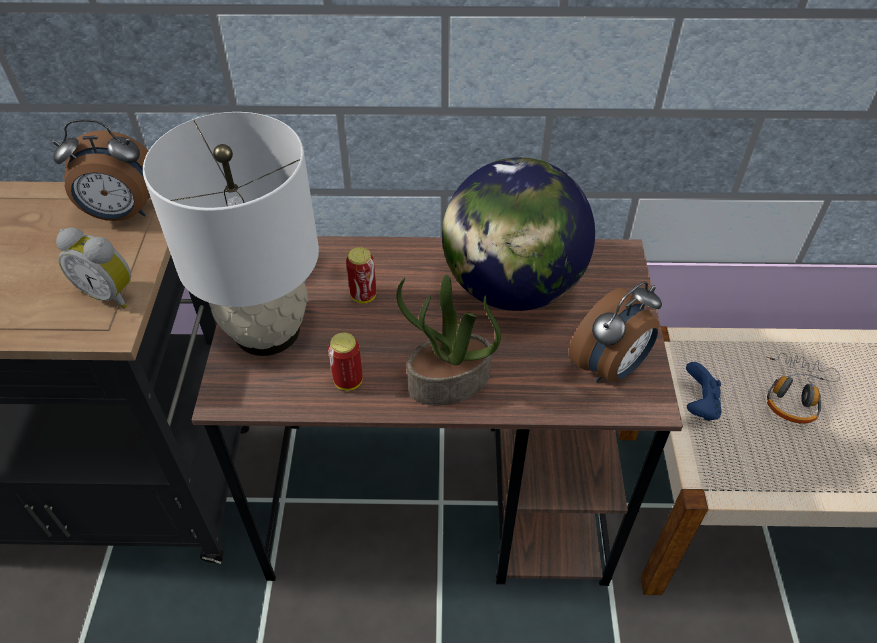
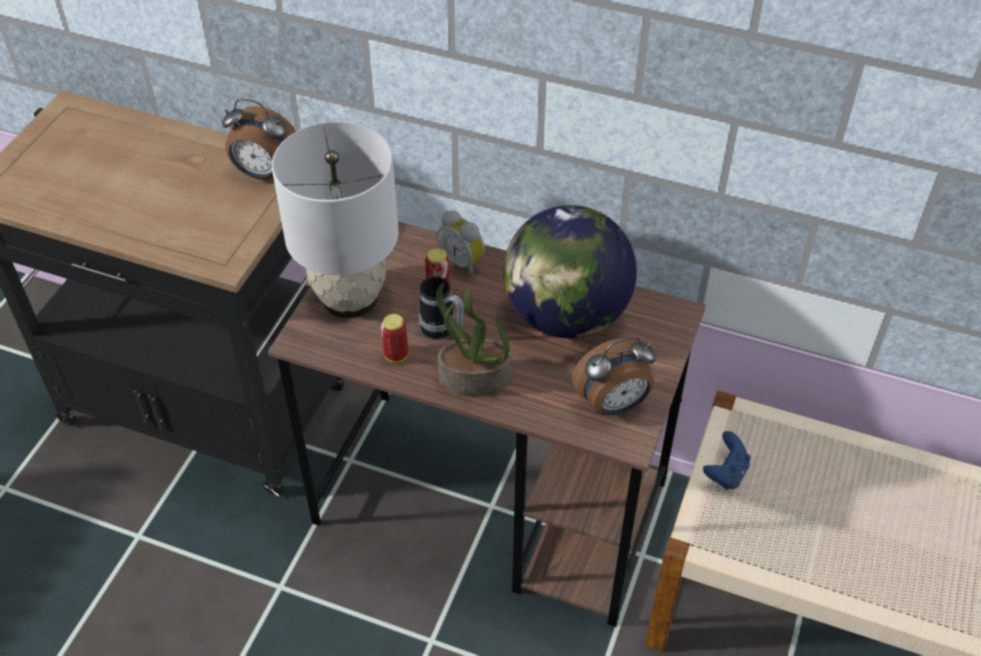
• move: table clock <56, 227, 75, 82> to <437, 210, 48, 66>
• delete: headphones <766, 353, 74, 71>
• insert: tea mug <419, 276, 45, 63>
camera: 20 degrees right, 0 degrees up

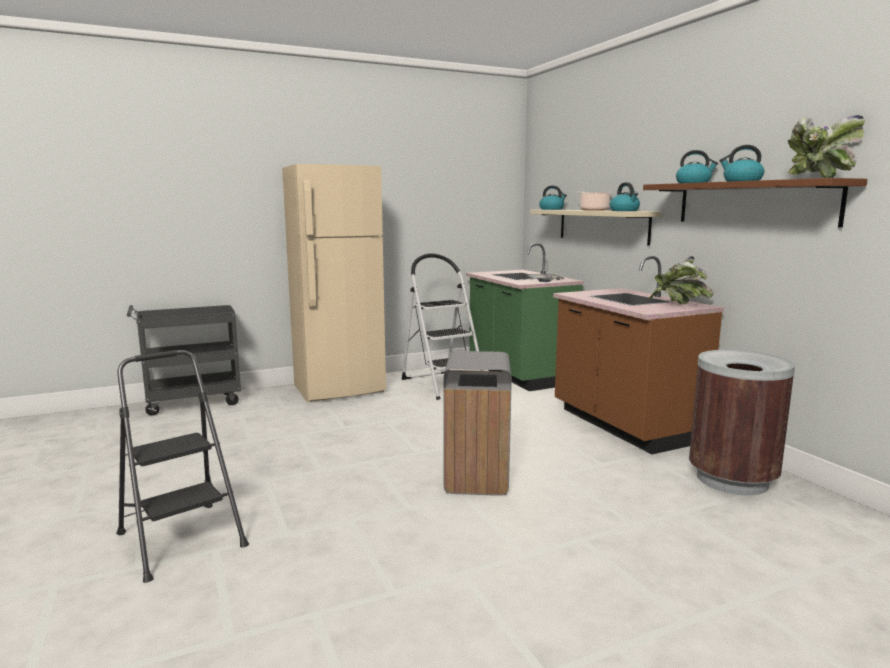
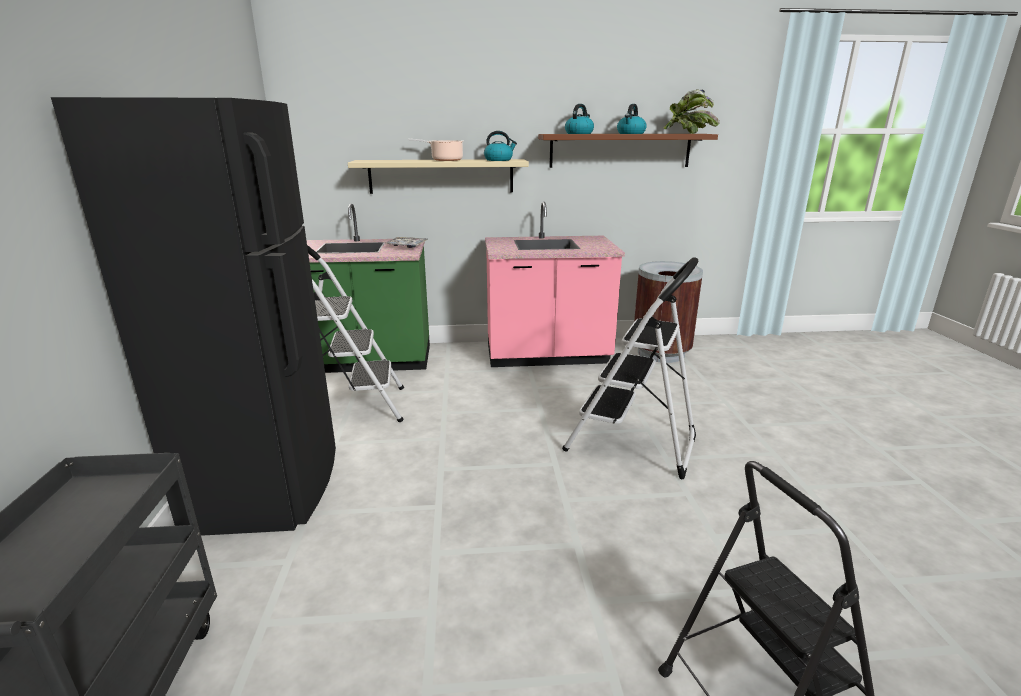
• recolor: beige kitchen fridge <282, 164, 104, 238> to blackish kitchen fridge <51, 97, 285, 439>
• delete: tea kettle <539, 186, 28, 24>
• recolor: brown counter <553, 256, 171, 198> to pink counter <485, 202, 140, 165>
• delete: houseplant <648, 256, 66, 48>
• replace: gray waste bin <443, 351, 69, 145> to step stool <562, 257, 136, 222>
camera: 70 degrees left, 10 degrees up

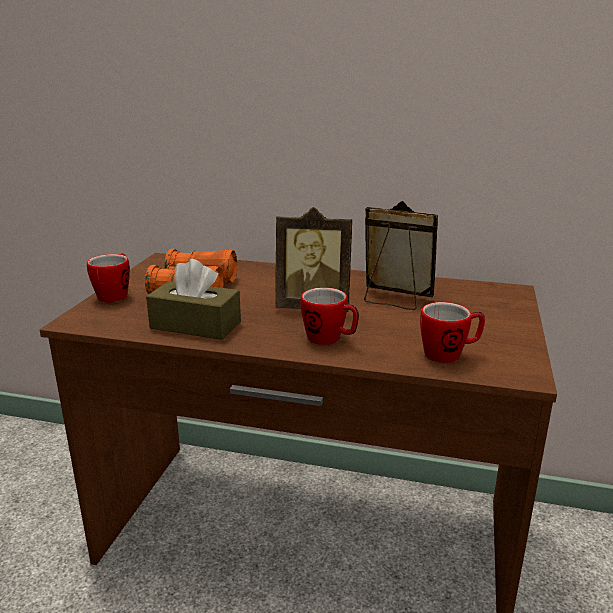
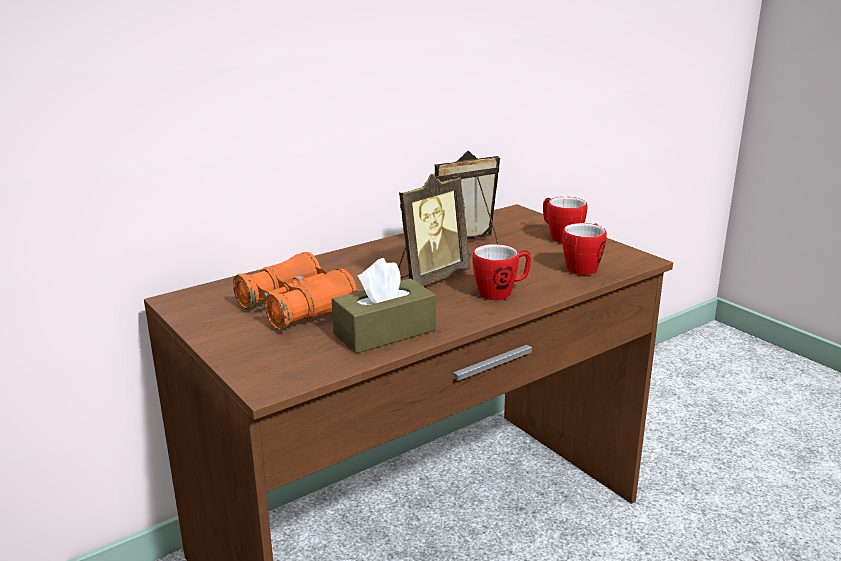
• move: tea mug <87, 253, 43, 50> to <543, 197, 44, 46>
camera: 50 degrees left, 0 degrees up

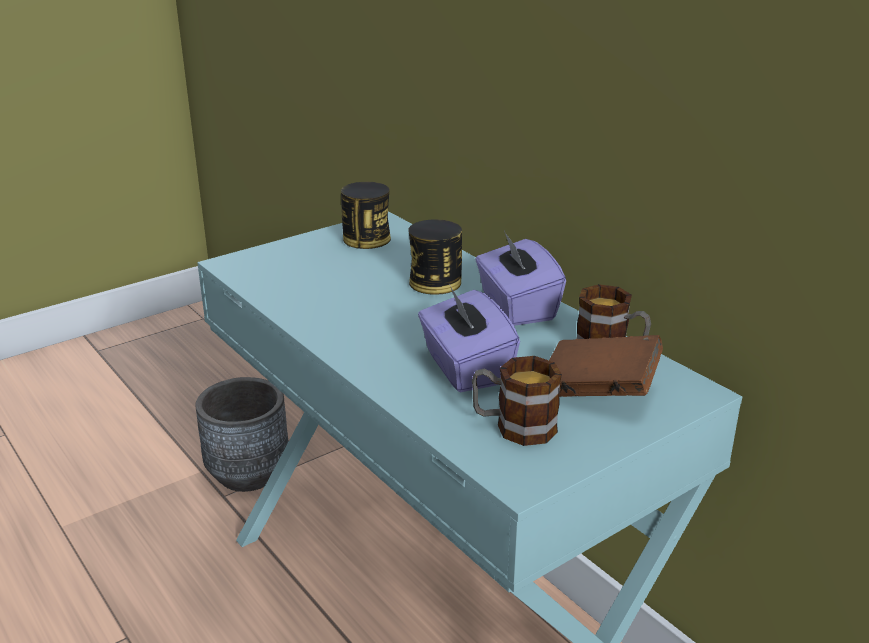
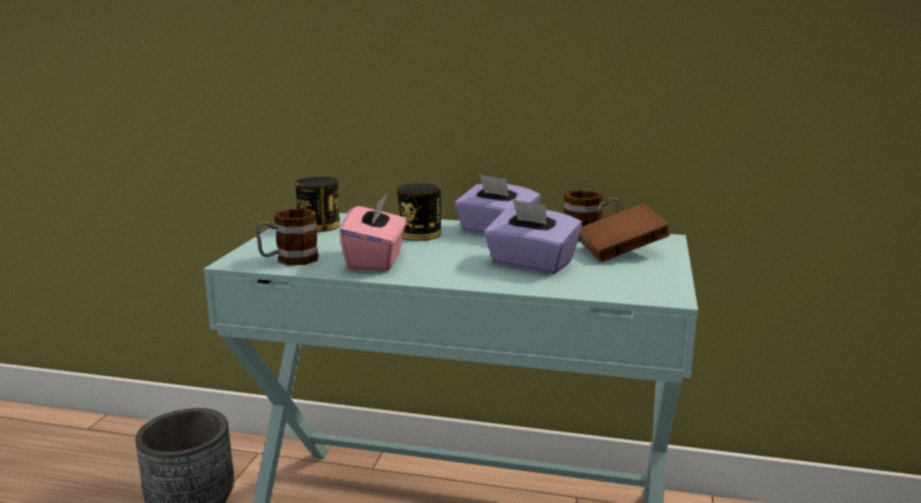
• move: tea mug <472, 356, 90, 90> to <256, 209, 63, 56>
• insert: pink tissue holder <339, 193, 68, 78>
camera: 40 degrees left, 10 degrees down

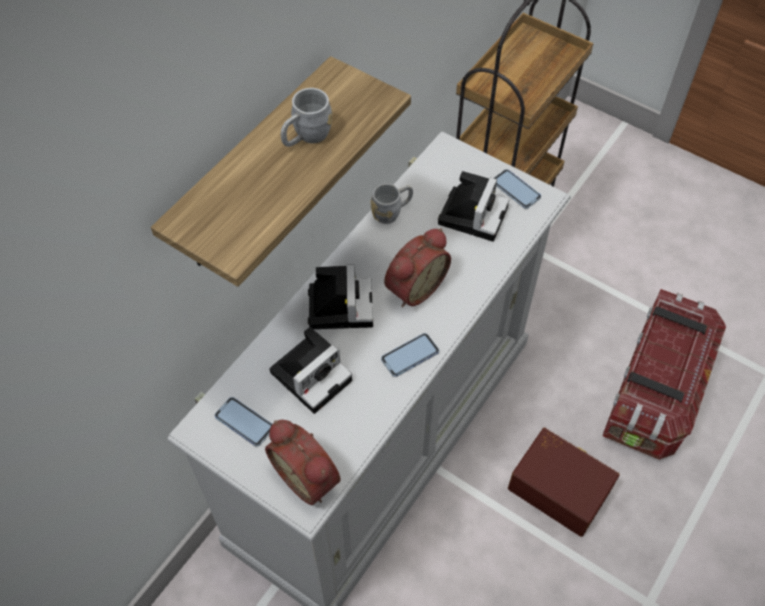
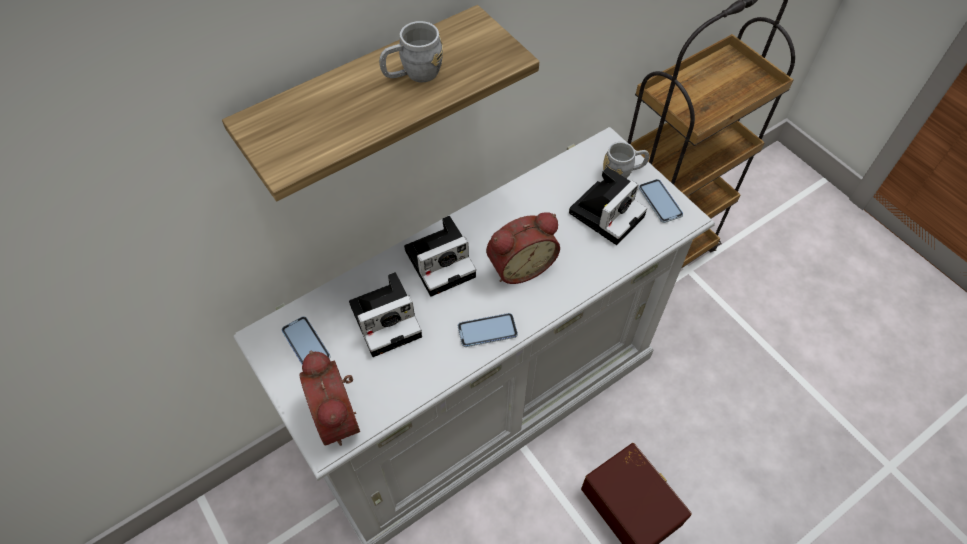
• move: gray tea mug <371, 184, 42, 40> to <603, 142, 47, 37>
• rotate: photo camera <308, 264, 65, 65> = <404, 216, 72, 81> 45 degrees clockwise
• delete: storage box <603, 289, 123, 171>
camera: 20 degrees right, 0 degrees up

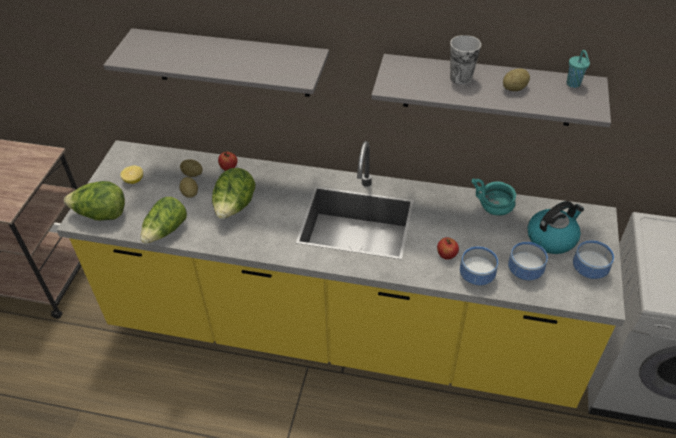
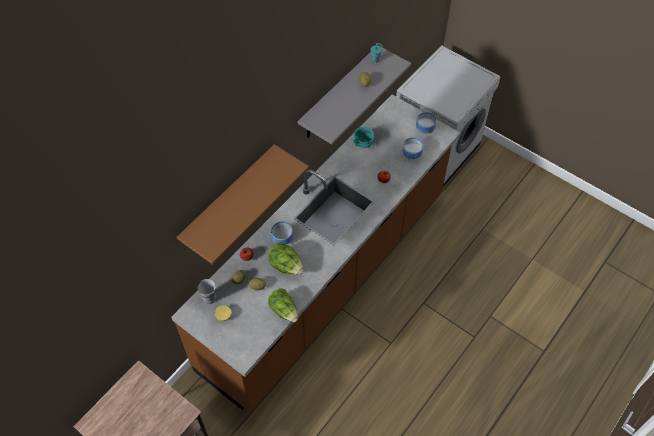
• recolor: gray bracket shelf <103, 28, 226, 69> to brown bracket shelf <177, 144, 132, 121>
• move: drinking cup <450, 35, 31, 50> to <198, 279, 18, 25>
• recolor: yellowish counter <57, 140, 568, 268> to brown counter <171, 94, 289, 319>
• delete: lettuce <64, 181, 61, 40>
• delete: tea kettle <527, 201, 57, 53>
• move: bowl <460, 246, 38, 39> to <271, 221, 22, 23>
camera: 65 degrees left, 10 degrees up

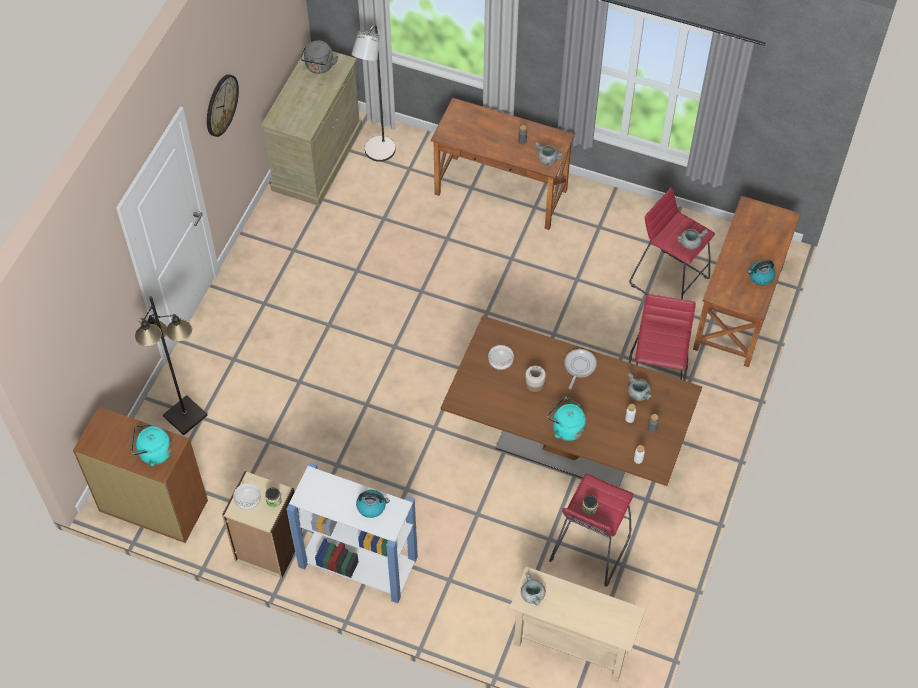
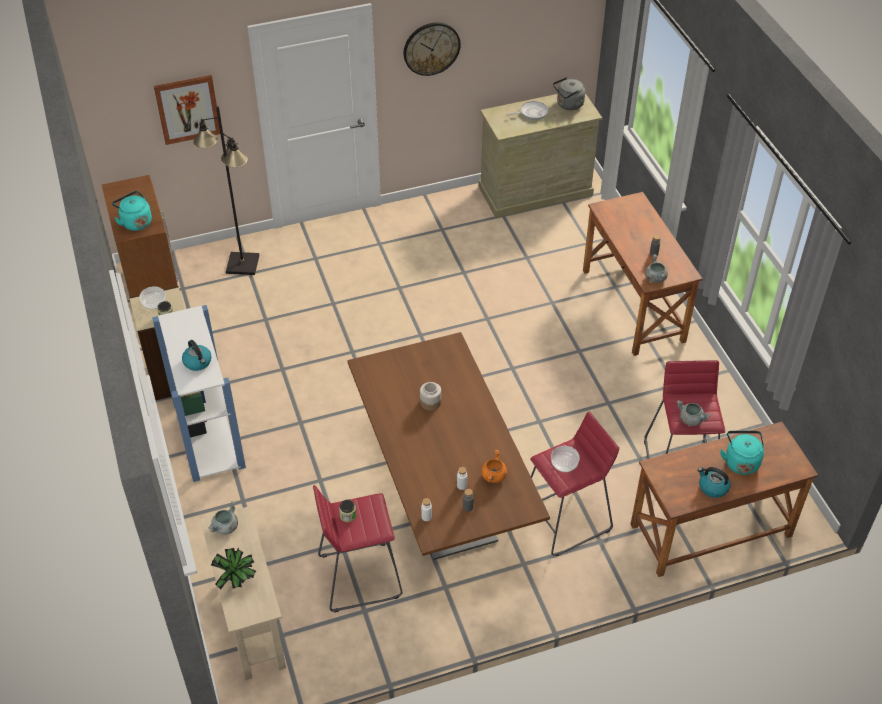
• delete: gray floor lamp <352, 25, 43, 137>
• move: bowl <488, 345, 26, 25> to <551, 446, 29, 26>
• move: frying pan <564, 349, 33, 41> to <507, 101, 42, 19>
• recolor: gray cooking pot <628, 373, 23, 28> to orange-coloured cooking pot <482, 450, 25, 33>
• move: turquoise-coloured tea kettle <547, 397, 39, 44> to <720, 431, 44, 44>
• insert: picture <154, 75, 66, 70>
• insert: houseplant <211, 548, 45, 42>
camera: 50 degrees right, 10 degrees down

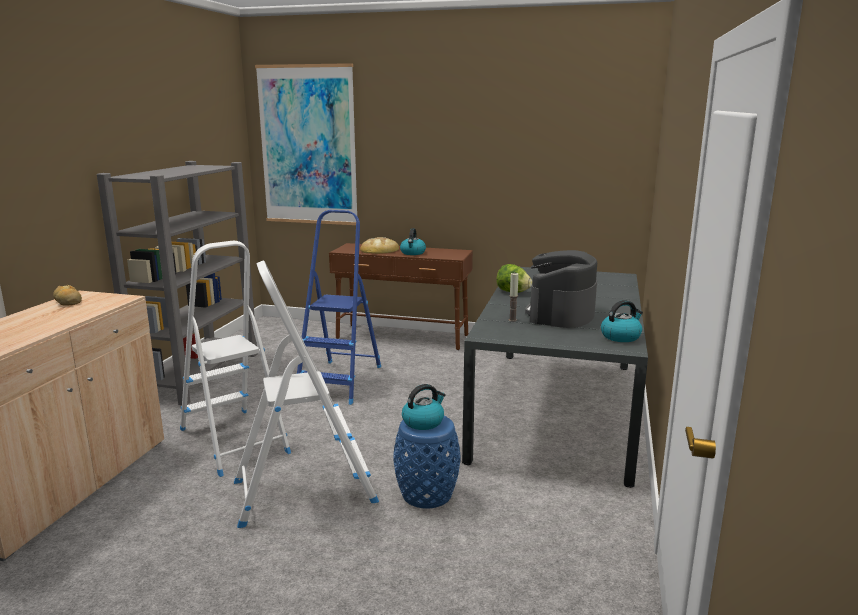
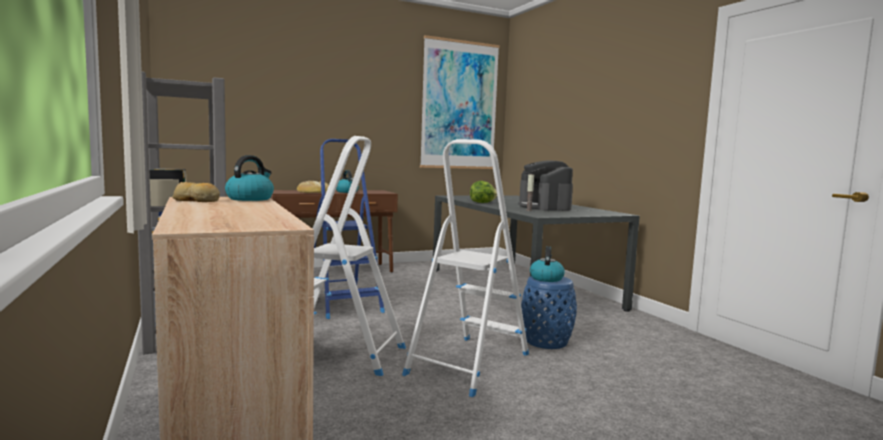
• move: picture <255, 63, 102, 162> to <420, 35, 80, 134>
• move: tea kettle <601, 300, 42, 42> to <225, 155, 49, 46>
camera: 40 degrees left, 10 degrees down

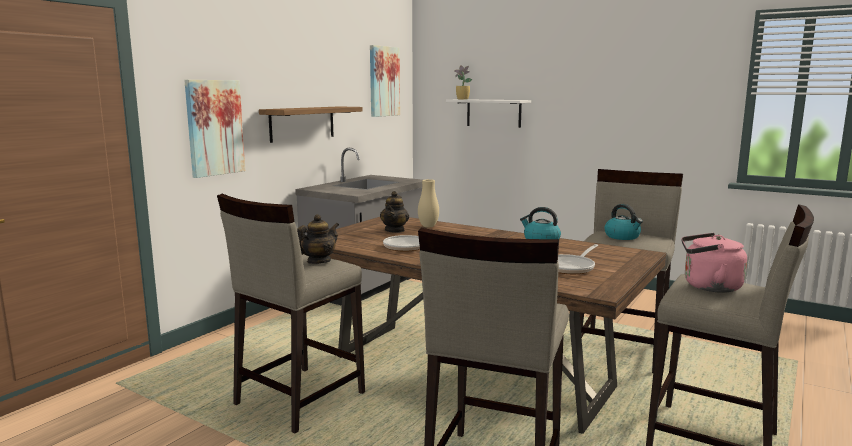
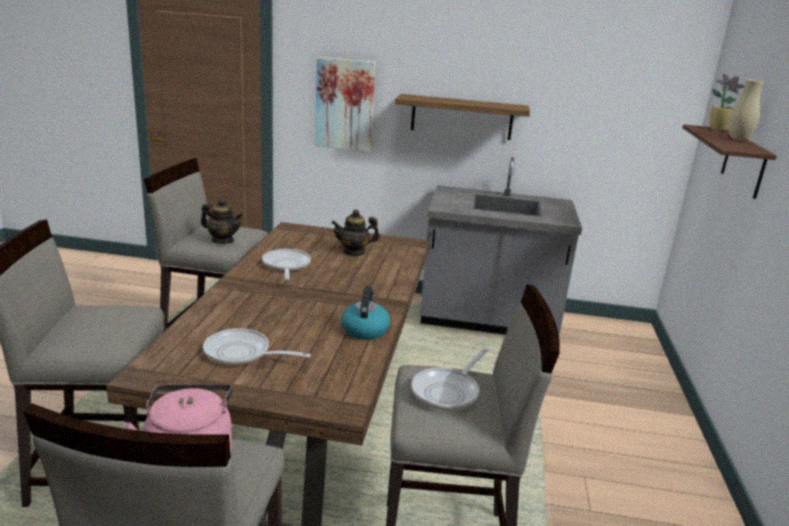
• delete: picture <370, 45, 30, 72>
• recolor: whitish bracket shelf <446, 99, 85, 29> to brown bracket shelf <682, 124, 95, 75>
• move: beige vase <418, 179, 21, 49> to <728, 79, 35, 61>
• replace: tea kettle <604, 204, 39, 36> to frying pan <411, 348, 78, 63>
camera: 65 degrees right, 10 degrees up

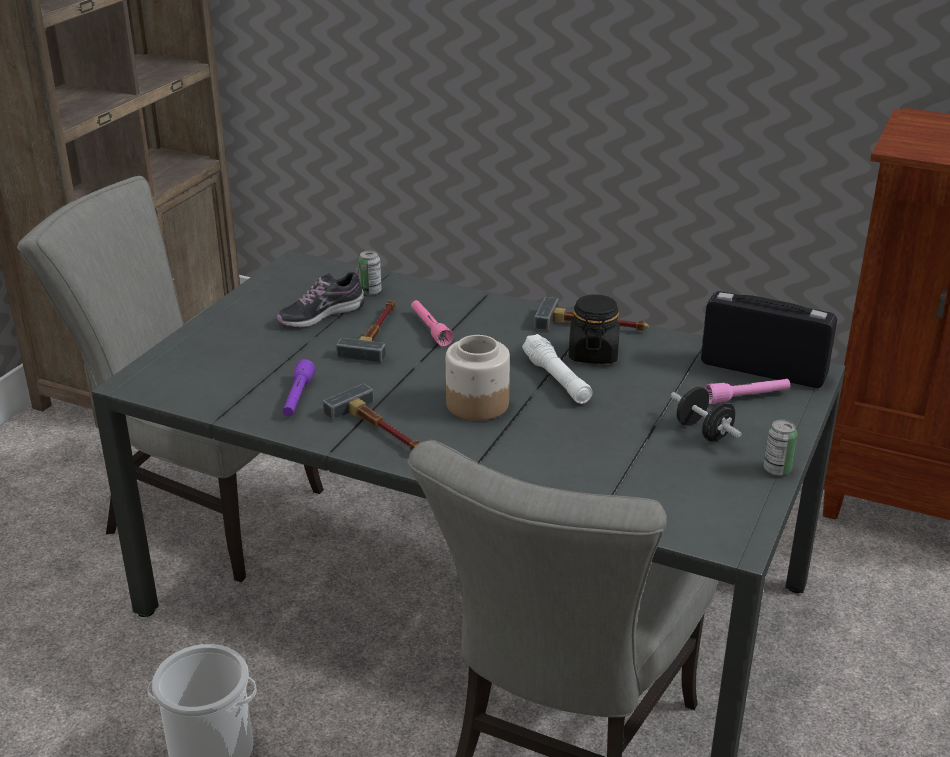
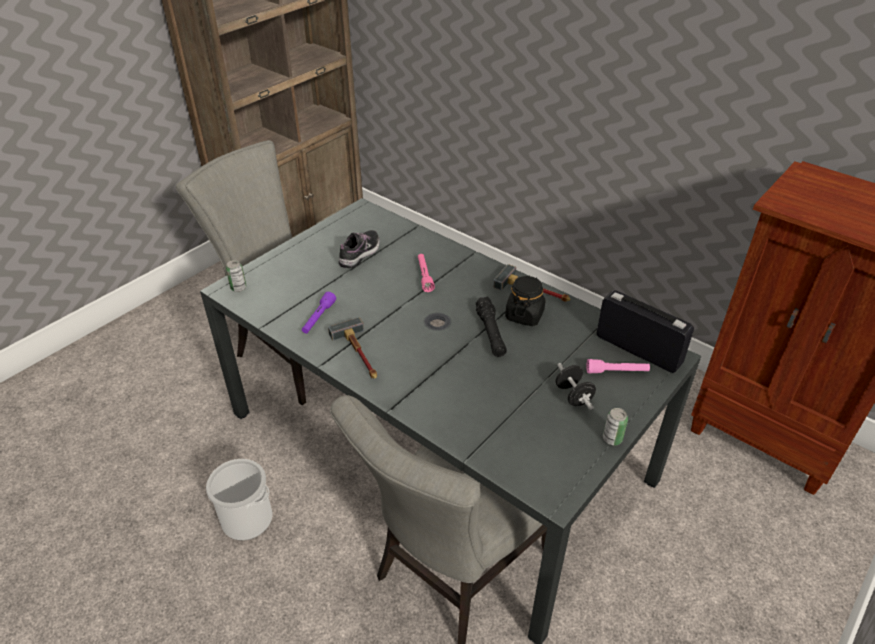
• move: sealed can <358, 251, 23, 44> to <226, 260, 20, 32>
• rotate: low shoe <277, 268, 88, 59> = <339, 230, 41, 38> 135 degrees clockwise
• delete: hand hammer <336, 300, 59, 63>
• recolor: whitish hand torch <522, 334, 71, 70> to blackish hand torch <476, 297, 31, 60>
• delete: preserve jar <446, 335, 64, 86>
camera: 15 degrees right, 10 degrees up

